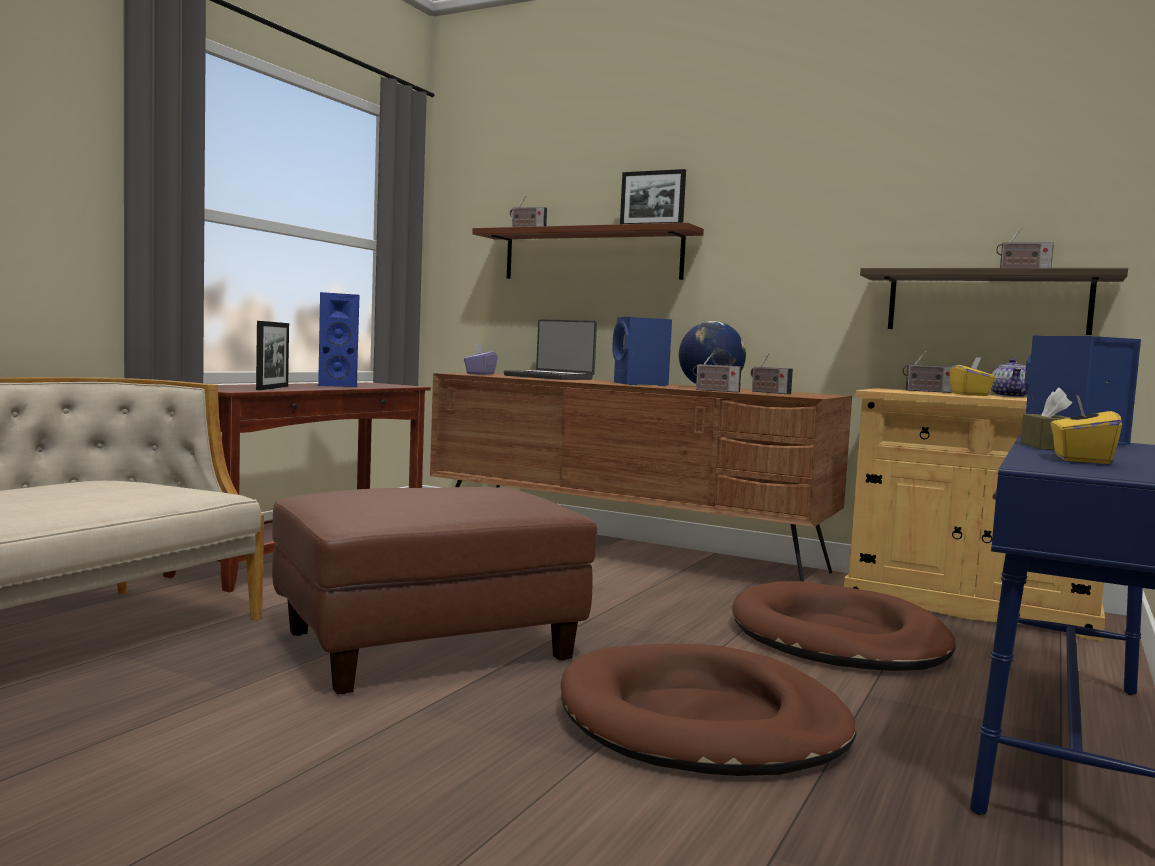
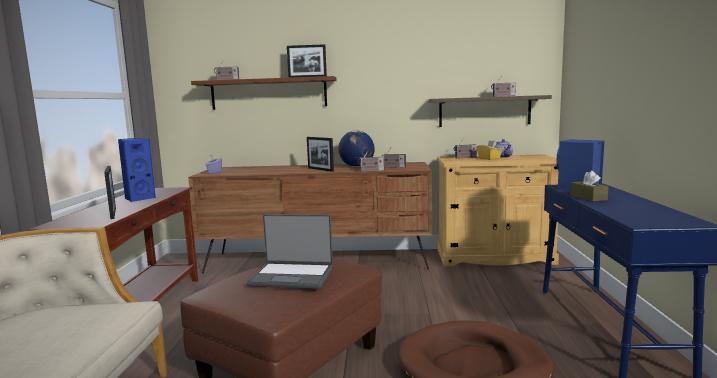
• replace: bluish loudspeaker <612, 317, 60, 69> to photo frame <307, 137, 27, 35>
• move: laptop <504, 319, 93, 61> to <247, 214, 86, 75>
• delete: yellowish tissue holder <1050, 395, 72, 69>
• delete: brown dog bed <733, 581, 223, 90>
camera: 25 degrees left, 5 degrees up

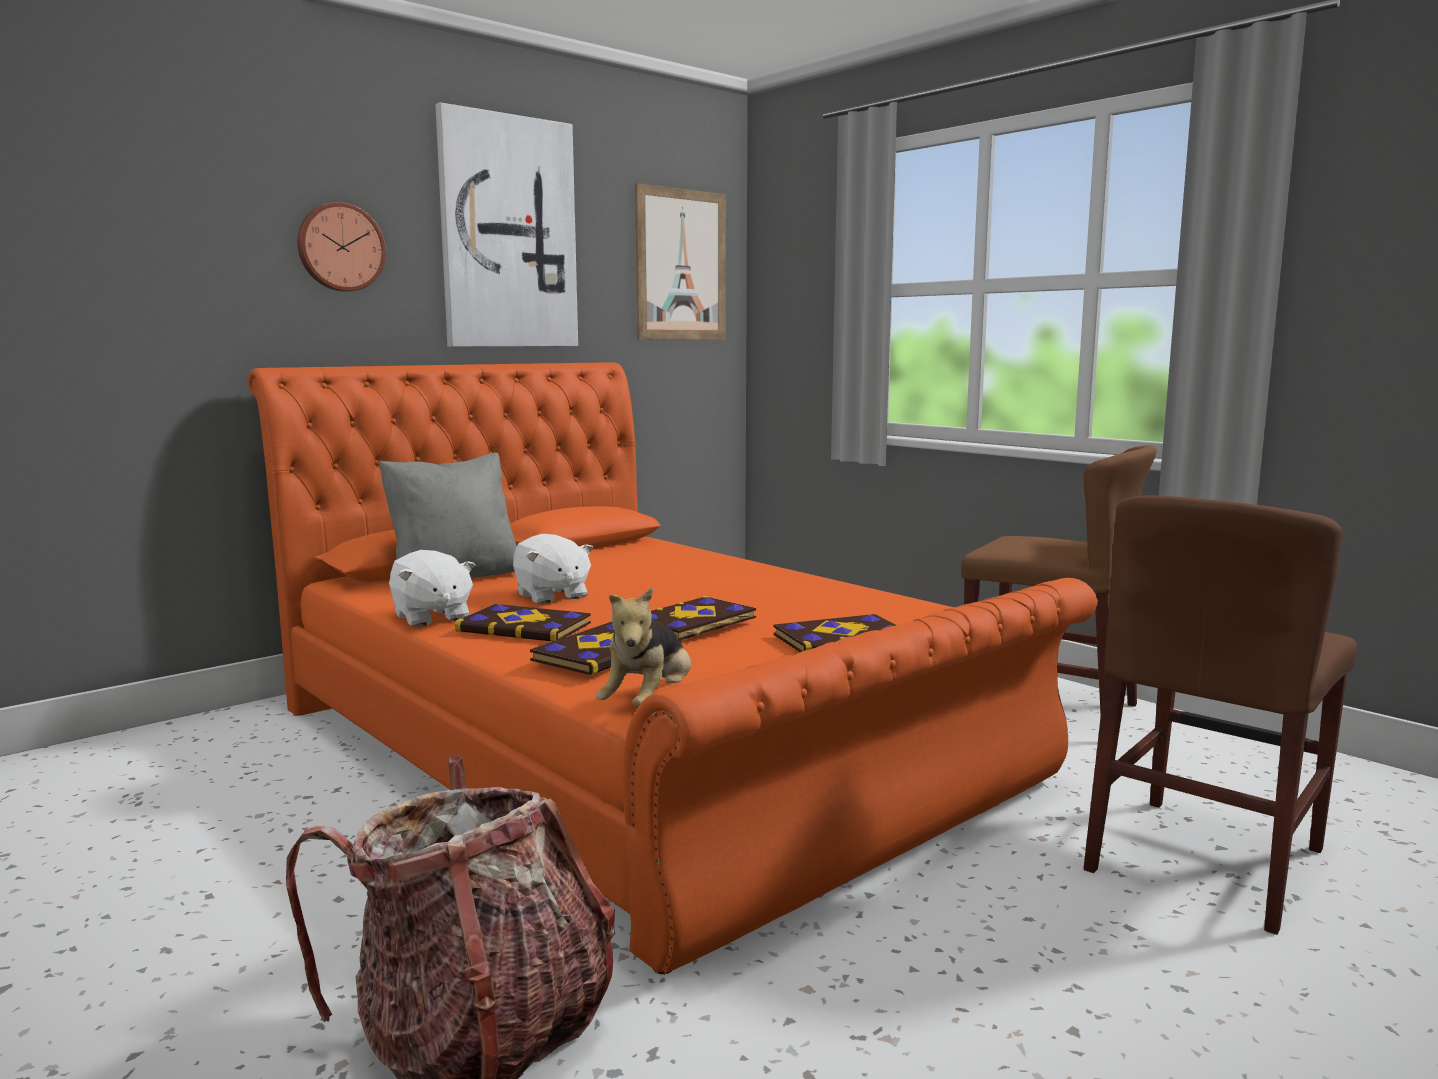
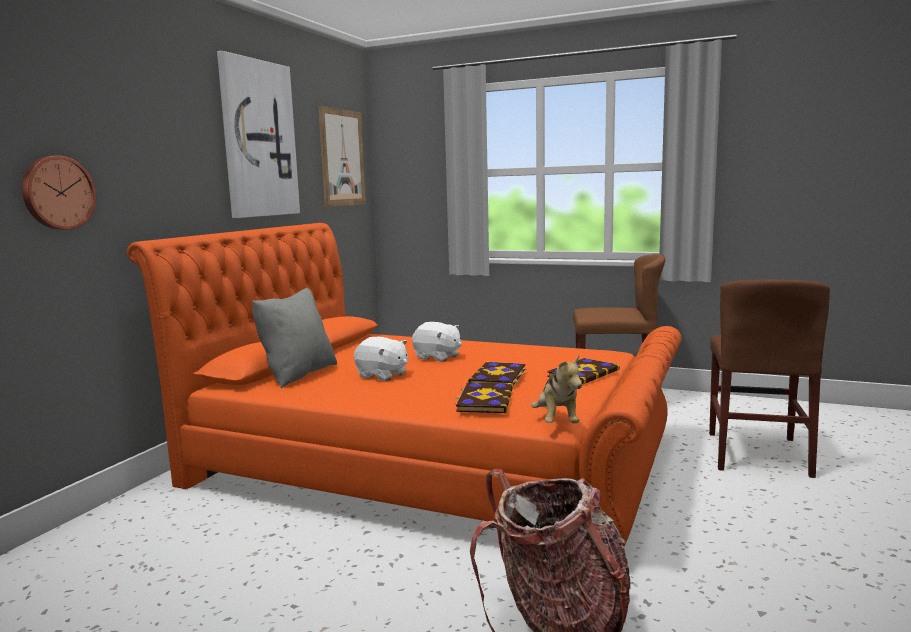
• move: clock on the wall <297, 202, 89, 90> to <22, 155, 74, 75>
• move: whitish plush toy <389, 550, 86, 77> to <412, 322, 50, 40>
• delete: book <455, 604, 136, 38>
camera: 25 degrees left, 0 degrees up

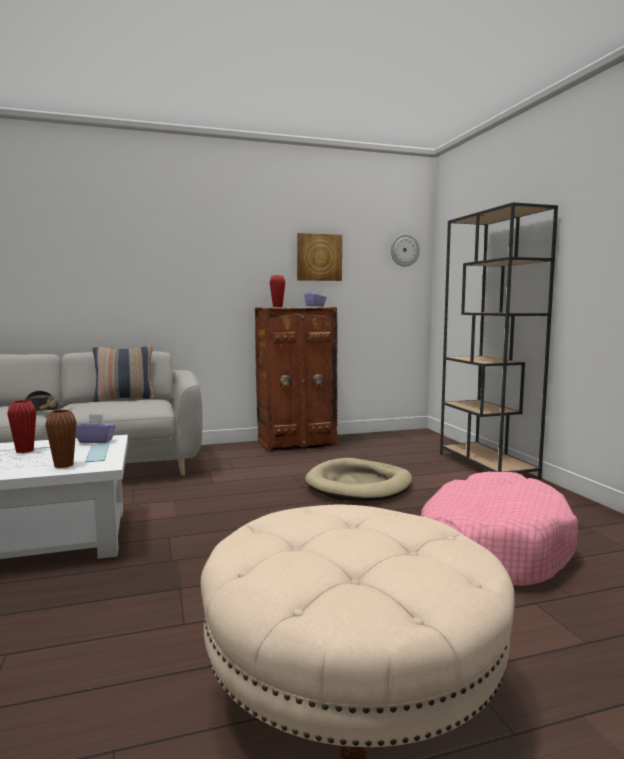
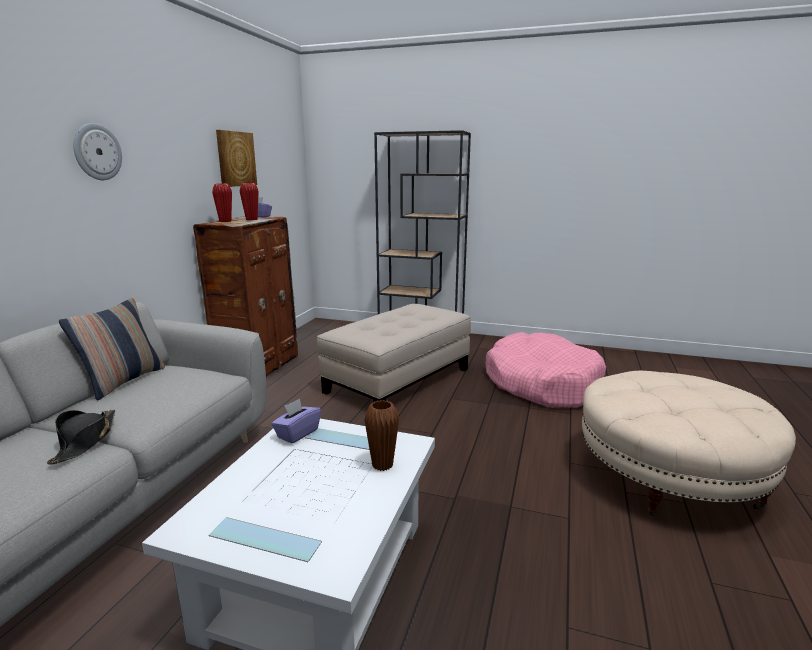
• move: clock on the wall <390, 233, 30, 34> to <73, 123, 49, 57>
• move: red-coloured vase <7, 400, 29, 53> to <240, 183, 19, 37>
• replace: beige dog bed <305, 458, 107, 44> to beige pouffe <317, 304, 154, 98>
camera: 55 degrees left, 10 degrees up

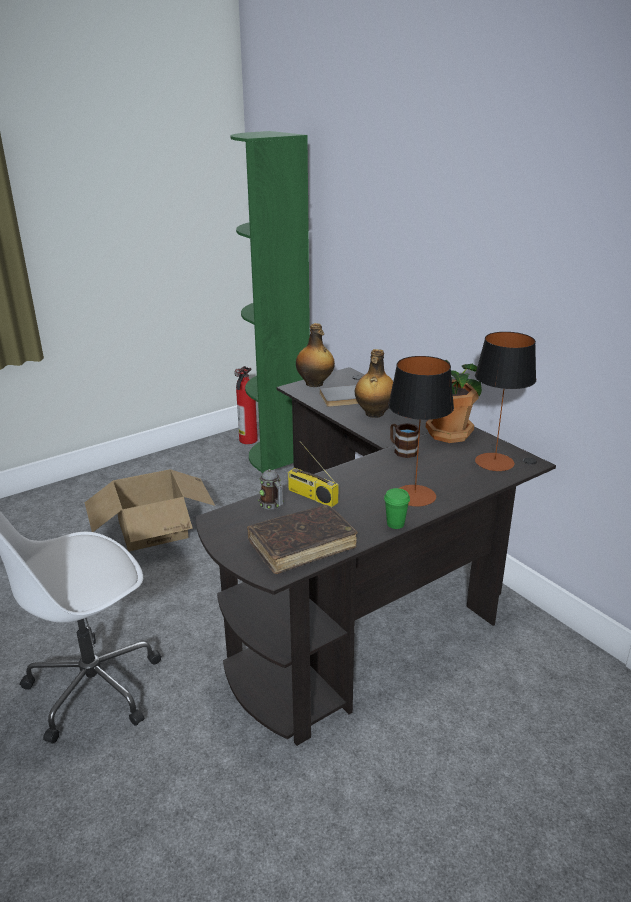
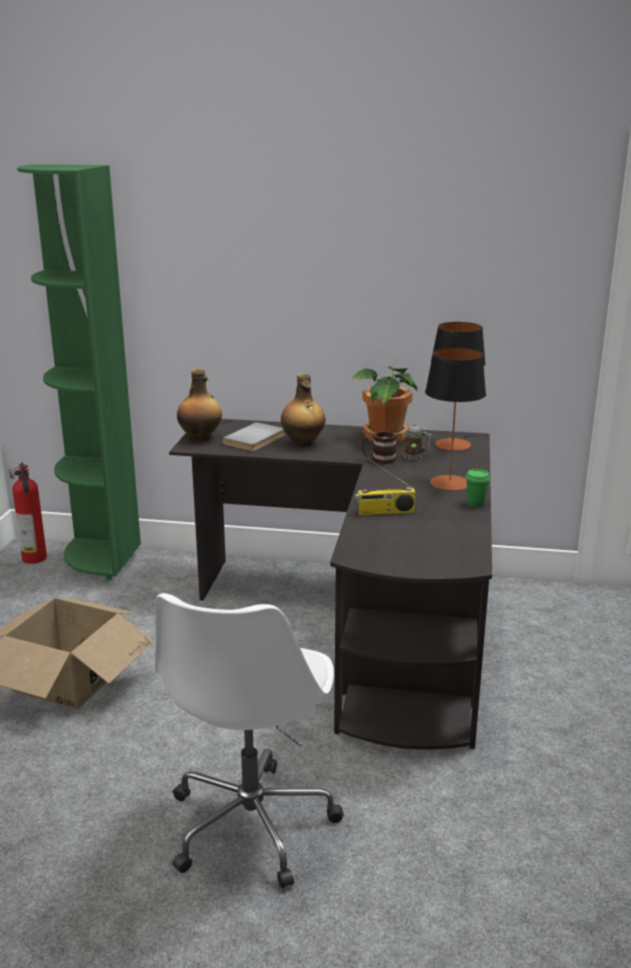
• move: tea mug <258, 469, 25, 40> to <402, 424, 30, 36>
• delete: brown book <247, 505, 111, 69>
camera: 45 degrees left, 5 degrees down

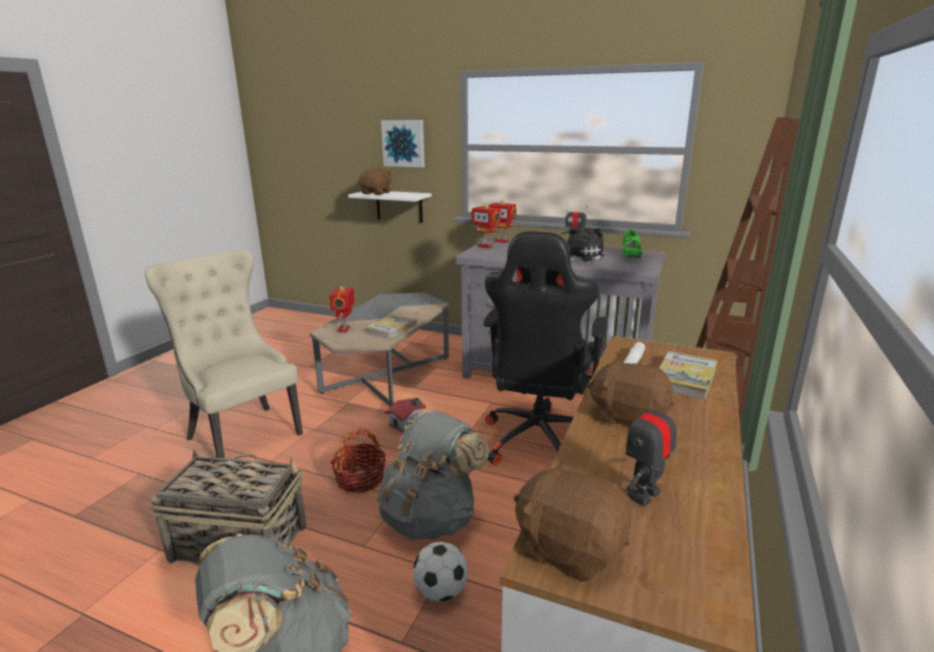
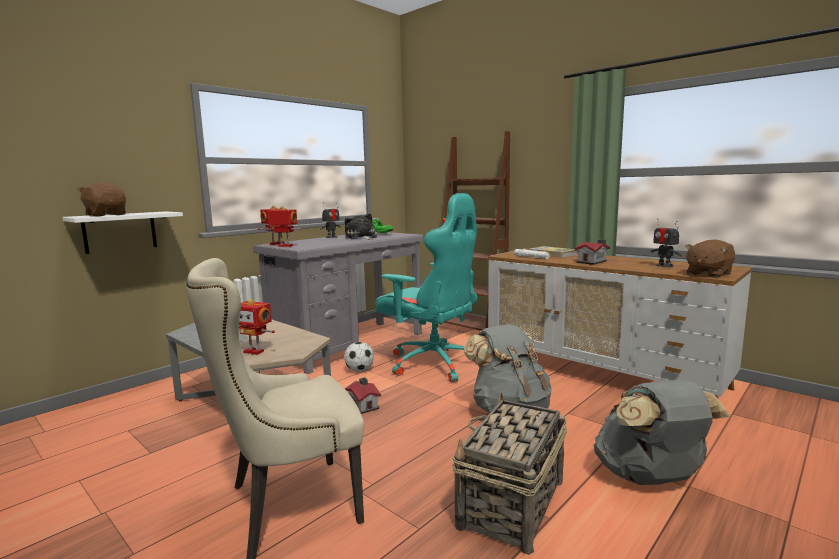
• delete: picture <381, 120, 44, 47>
• rotate: model robot <470, 204, 33, 44> = <266, 206, 35, 41> 135 degrees counterclockwise
• recolor: blackish computer chair <483, 231, 125, 234> to turquoise-coloured computer chair <375, 193, 102, 189>
• delete: book <365, 314, 52, 25>
• replace: brown plush toy <587, 358, 87, 66> to model house <575, 239, 35, 26>
• delete: household basket <330, 428, 56, 65>
• move: football ball <413, 542, 55, 60> to <344, 342, 30, 30>
camera: 70 degrees left, 10 degrees down

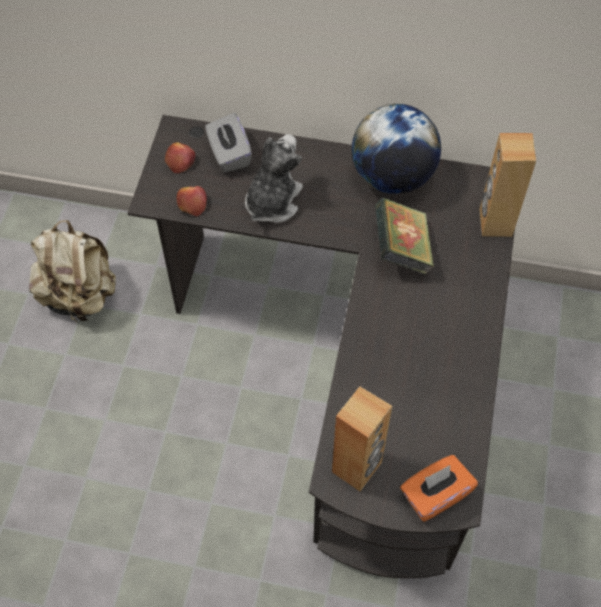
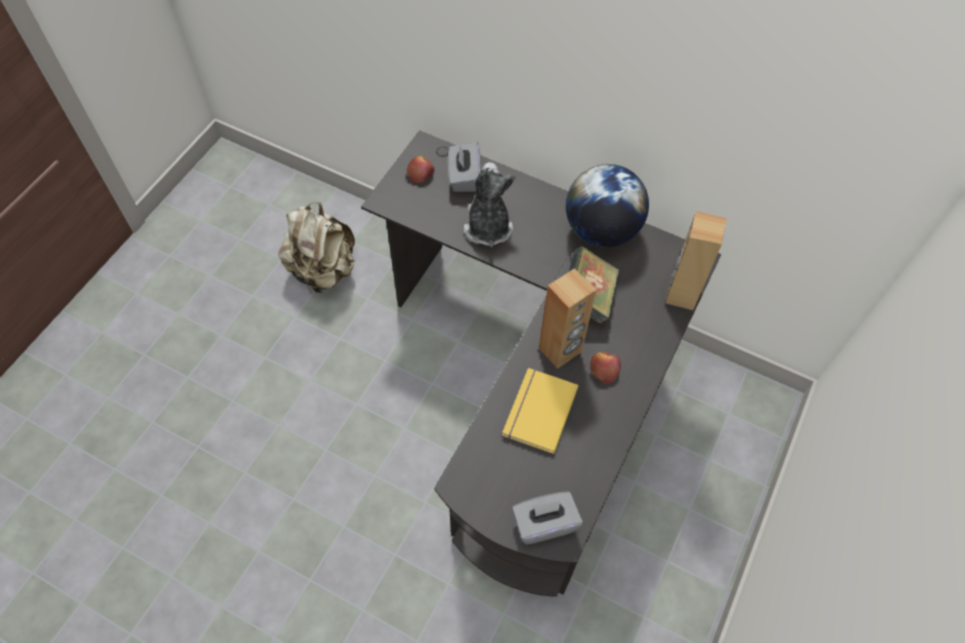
• rotate: plush toy <245, 134, 58, 89> = <463, 162, 53, 85> 45 degrees counterclockwise
• move: apple fruit <177, 186, 30, 30> to <590, 352, 31, 32>
• move: brown loudspeaker <332, 386, 60, 105> to <539, 269, 57, 100>
• recolor: orange-coloured tissue holder <400, 455, 78, 67> to gray tissue holder <512, 491, 71, 54>
• insert: yellowish book <502, 368, 76, 86>
camera: 15 degrees right, 0 degrees up

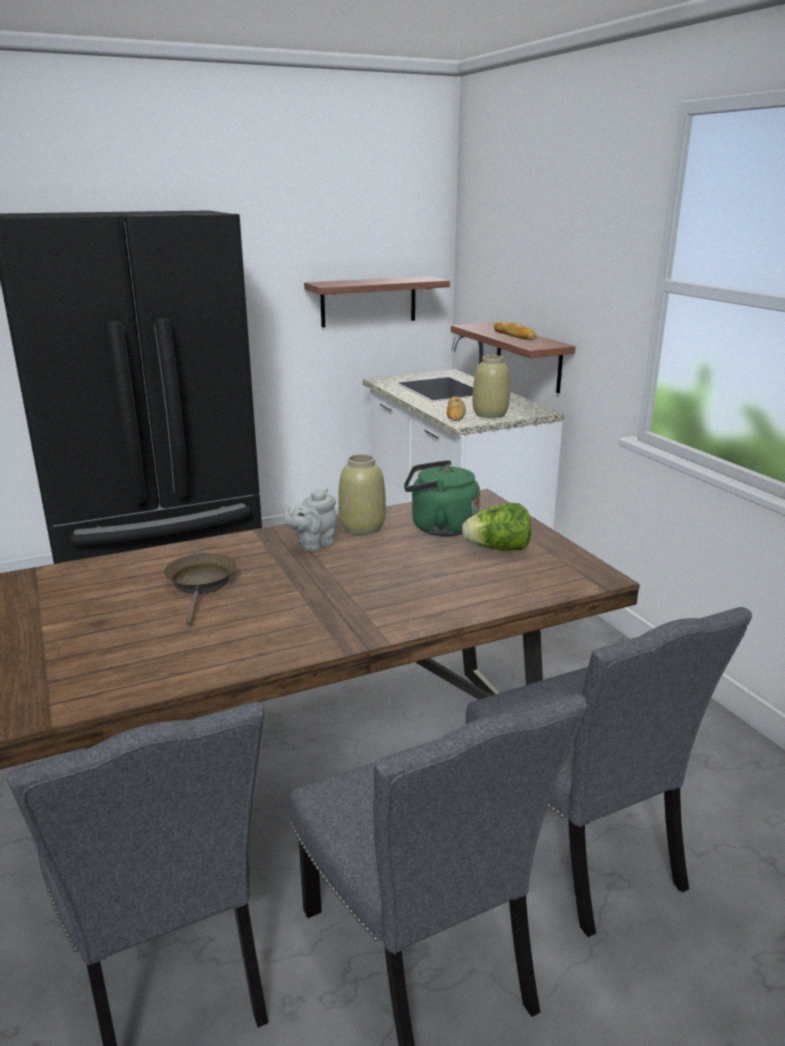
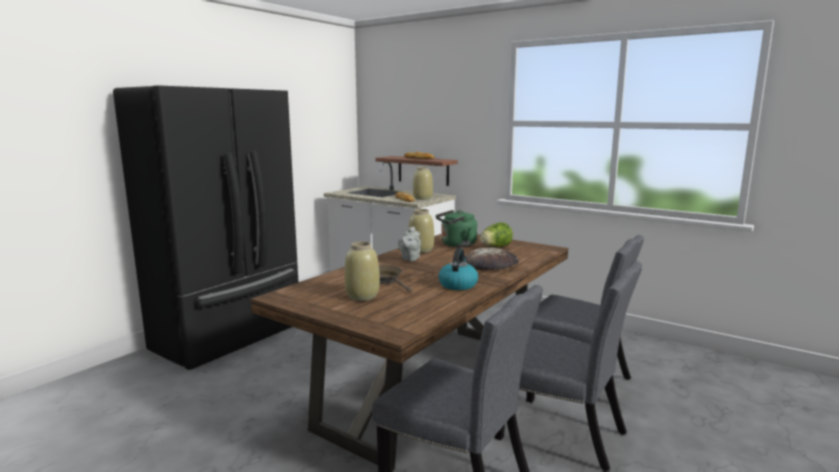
• delete: bracket shelf <304, 276, 146, 51>
• insert: beige vase <345, 242, 35, 59>
• insert: bakery bread <466, 247, 53, 23>
• insert: tea kettle <438, 248, 40, 42>
camera: 30 degrees left, 10 degrees down

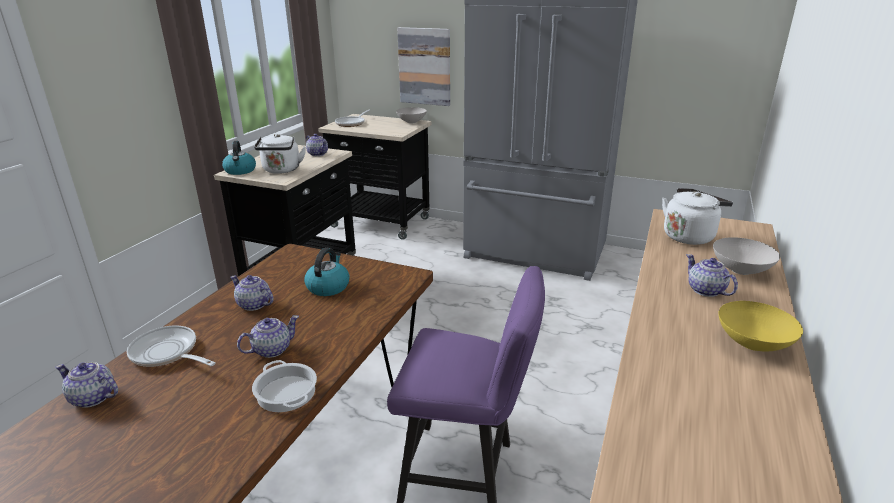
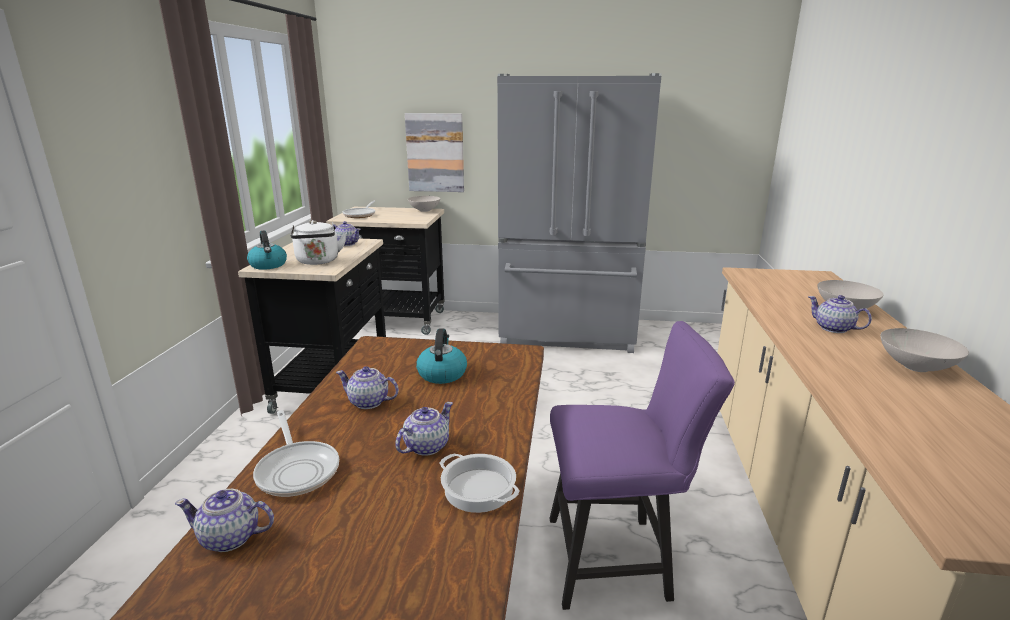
• delete: whitish tea kettle <662, 188, 71, 57>
• recolor: yellowish bowl <718, 301, 85, 51> to whitish bowl <880, 328, 89, 44>
• rotate: frying pan <127, 325, 89, 42> = <253, 410, 86, 87> 135 degrees counterclockwise
camera: 15 degrees left, 5 degrees down

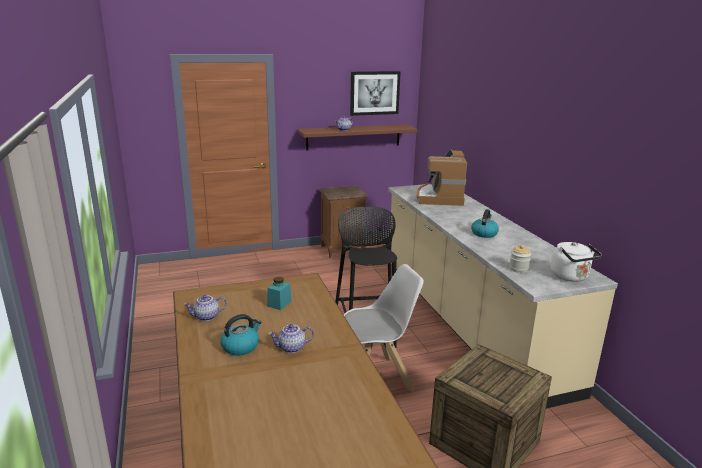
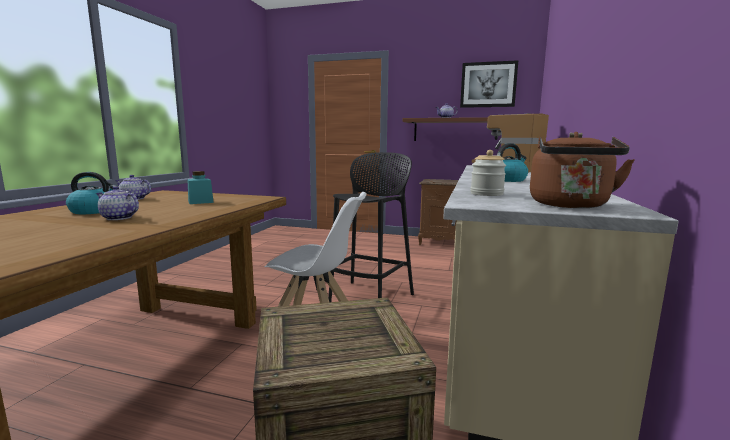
• recolor: whitish tea kettle <550, 242, 52, 40> to brown tea kettle <530, 132, 105, 76>
camera: 35 degrees right, 10 degrees down

